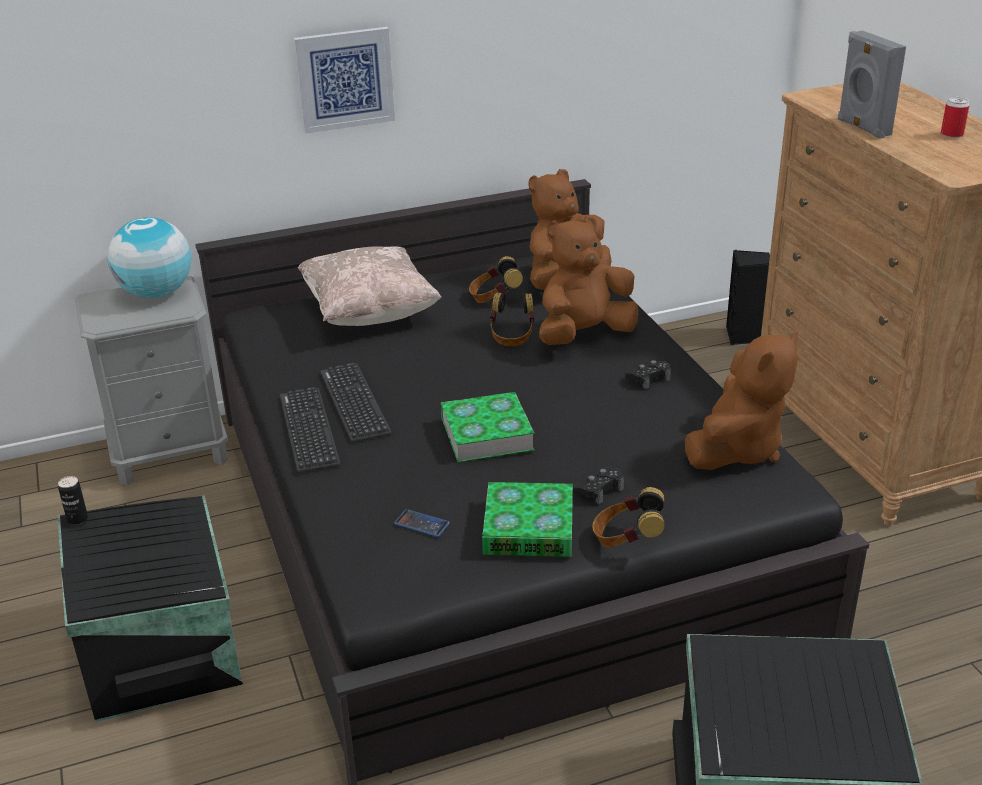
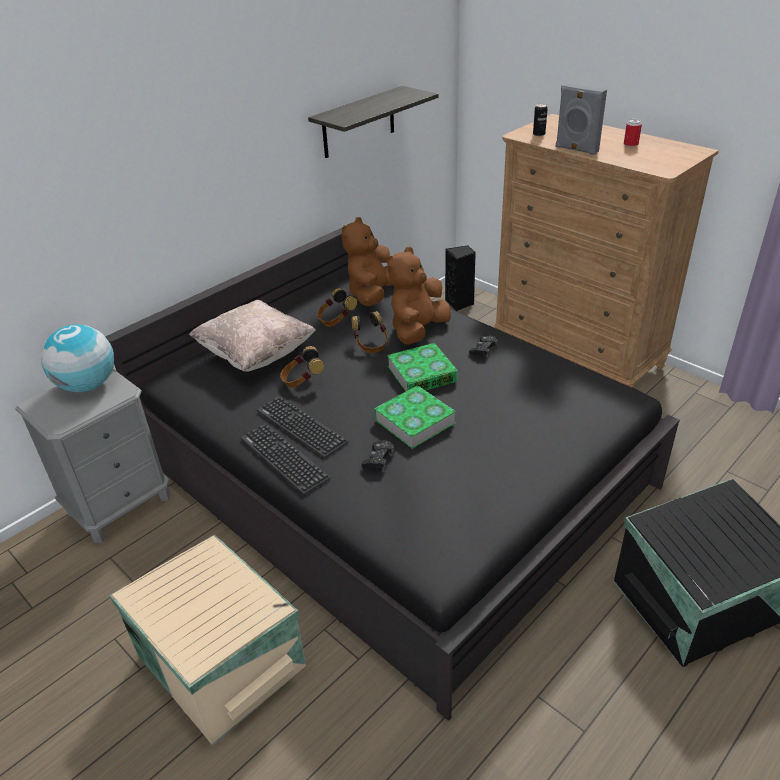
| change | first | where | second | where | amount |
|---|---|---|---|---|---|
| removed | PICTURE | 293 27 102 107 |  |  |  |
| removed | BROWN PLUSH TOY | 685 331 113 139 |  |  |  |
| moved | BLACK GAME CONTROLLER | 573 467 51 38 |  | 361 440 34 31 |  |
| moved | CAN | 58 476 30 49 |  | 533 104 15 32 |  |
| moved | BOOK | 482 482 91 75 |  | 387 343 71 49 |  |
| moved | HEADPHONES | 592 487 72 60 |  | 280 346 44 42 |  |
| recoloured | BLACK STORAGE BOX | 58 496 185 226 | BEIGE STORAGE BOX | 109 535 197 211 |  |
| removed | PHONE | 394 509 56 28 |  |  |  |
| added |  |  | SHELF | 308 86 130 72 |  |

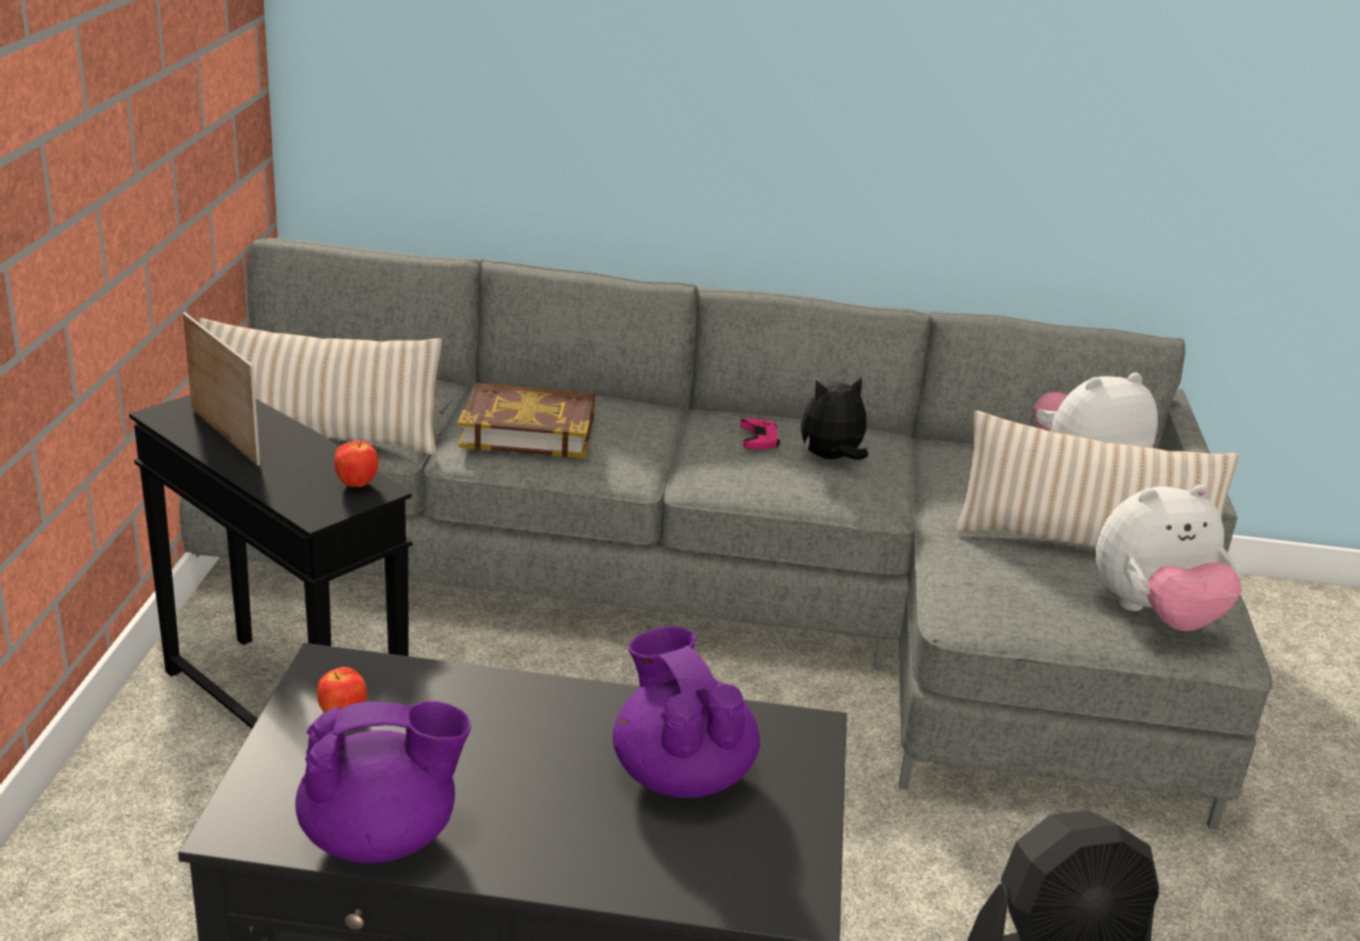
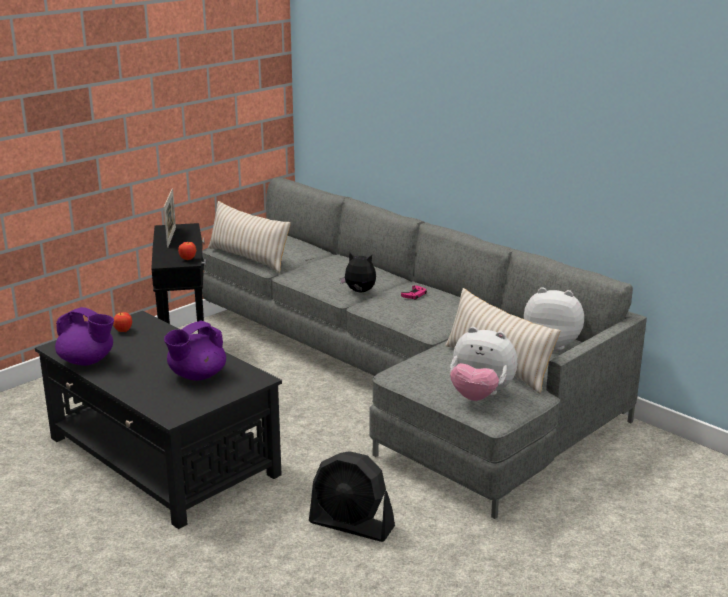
| change | first | where | second | where | amount |
|---|---|---|---|---|---|
| moved | PLUSH TOY | 801 376 67 84 |  | 340 252 36 40 |  |
| removed | BOOK | 458 383 137 75 |  |  |  |
| turned | PURPLE TEAPOT | 613 626 147 172 |  | 164 320 62 61 | 150 degrees counterclockwise |

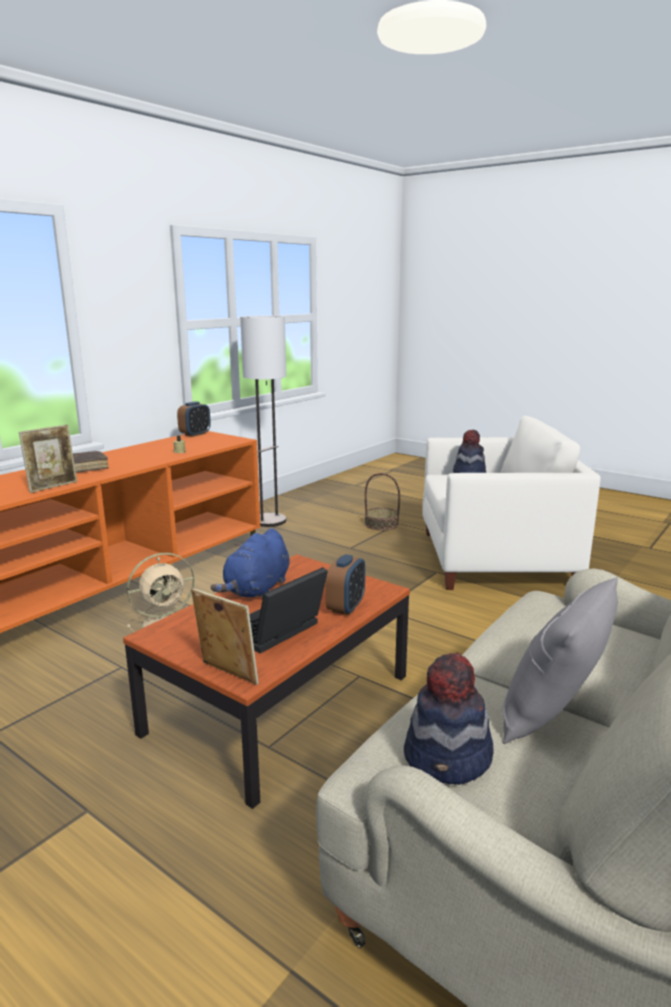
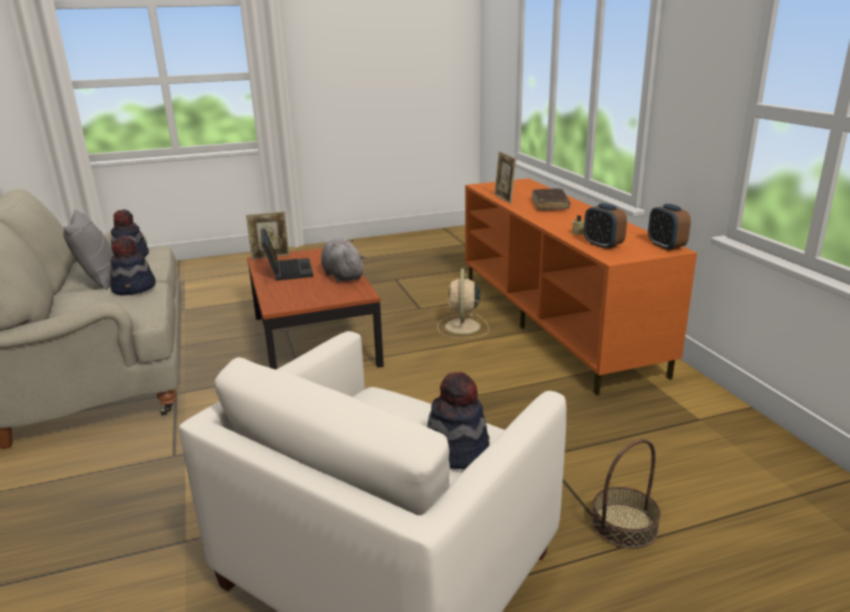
| change | first | where | second | where | amount |
|---|---|---|---|---|---|
| removed | FLOOR LAMP | 240 316 46 211 |  |  |  |
| recoloured | BLUE PLUSH TOY | 211 528 79 70 | GREY PLUSH TOY | 321 238 45 44 |  |
| moved | ALARM CLOCK | 325 554 40 61 |  | 584 203 43 46 |  |
| added |  |  | HAT | 110 236 46 59 |  |

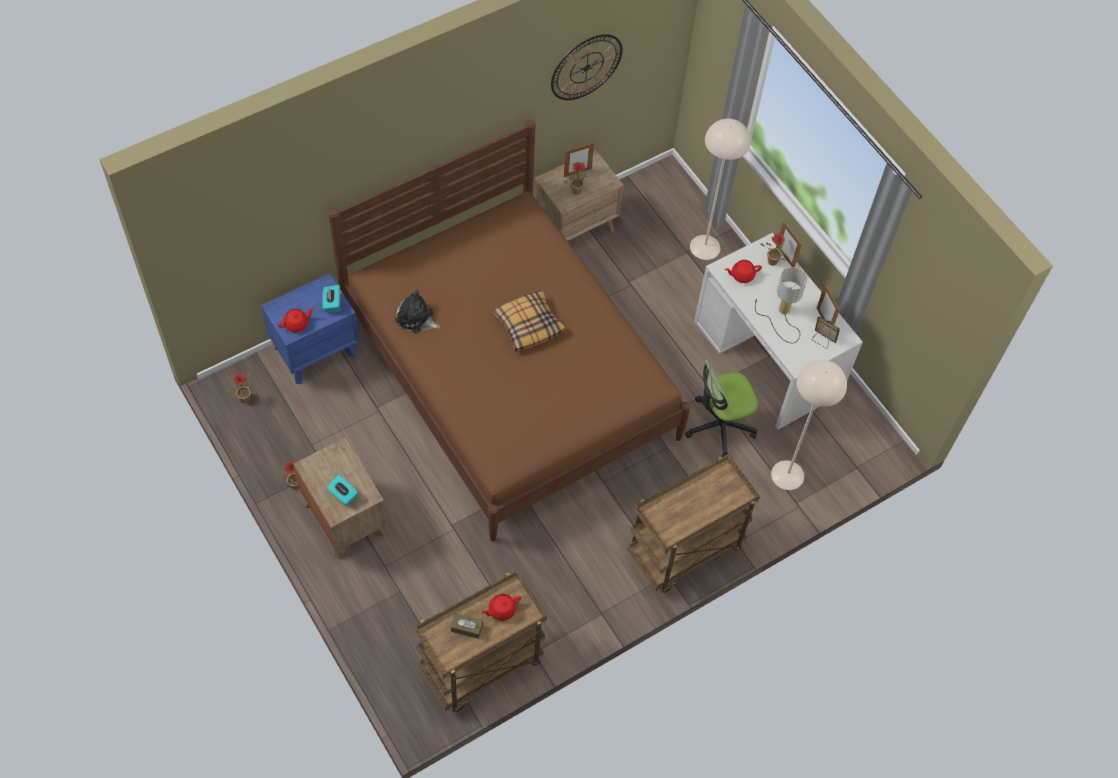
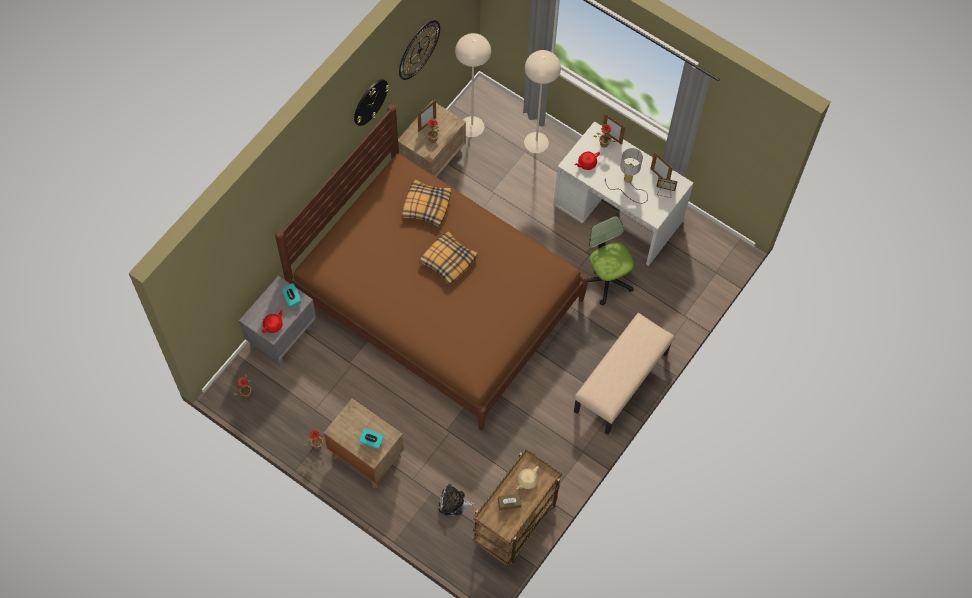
| change | first | where | second | where | amount |
|---|---|---|---|---|---|
| recoloured | BLUE NIGHTSTAND | 261 273 98 111 | GREY NIGHTSTAND | 239 276 77 92 |  |
| moved | PLUSH TOY | 395 289 45 44 |  | 439 484 36 32 |  |
| turned | OFFICE CHAIR | 685 359 73 98 |  | 588 216 46 89 | 105 degrees clockwise |
| moved | BEIGE FLOOR LAMP | 771 360 76 130 |  | 455 33 36 104 |  |
| replaced | BROWN CART | 627 455 133 138 | BEIGE BENCH | 574 313 101 122 |  |
| recoloured | RED TEAPOT | 481 594 40 27 | BEIGE TEAPOT | 517 466 22 23 |  |
| added |  |  | WALL CLOCK | 354 79 35 47 |  |
| added |  |  | PILLOW | 402 179 49 48 |  |

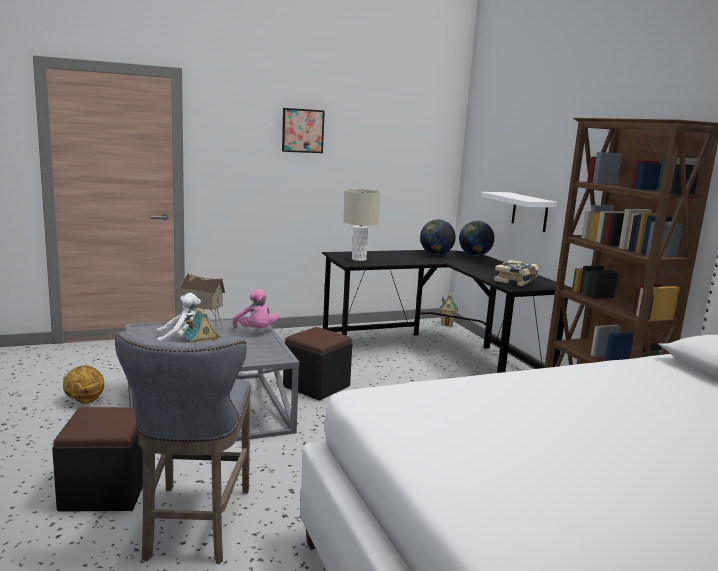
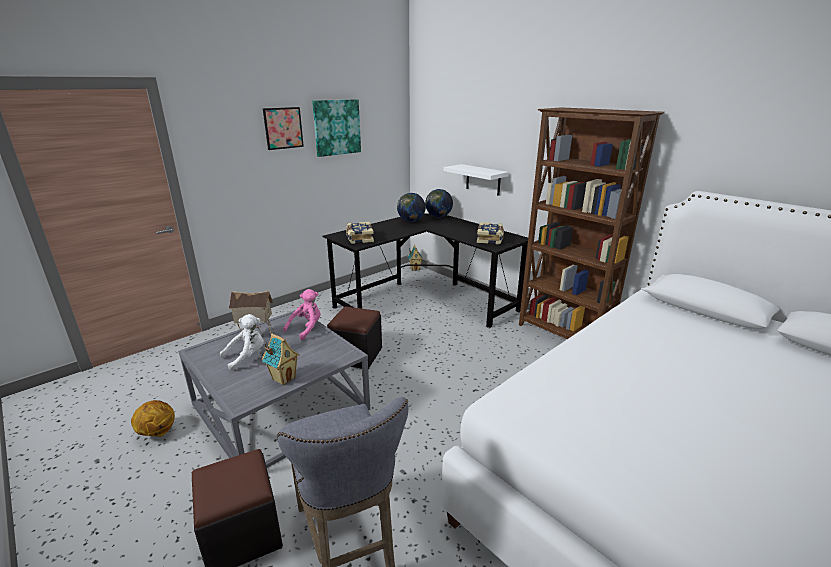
| change | first | where | second | where | amount |
|---|---|---|---|---|---|
| replaced | BEIGE TABLE LAMP | 343 189 38 72 | BOOK | 346 222 28 22 |  |
| turned | PINK PLUSH TOY | 233 289 46 40 |  | 283 289 38 51 | 90 degrees counterclockwise |
| added |  |  | PICTURE | 312 99 49 58 |  |

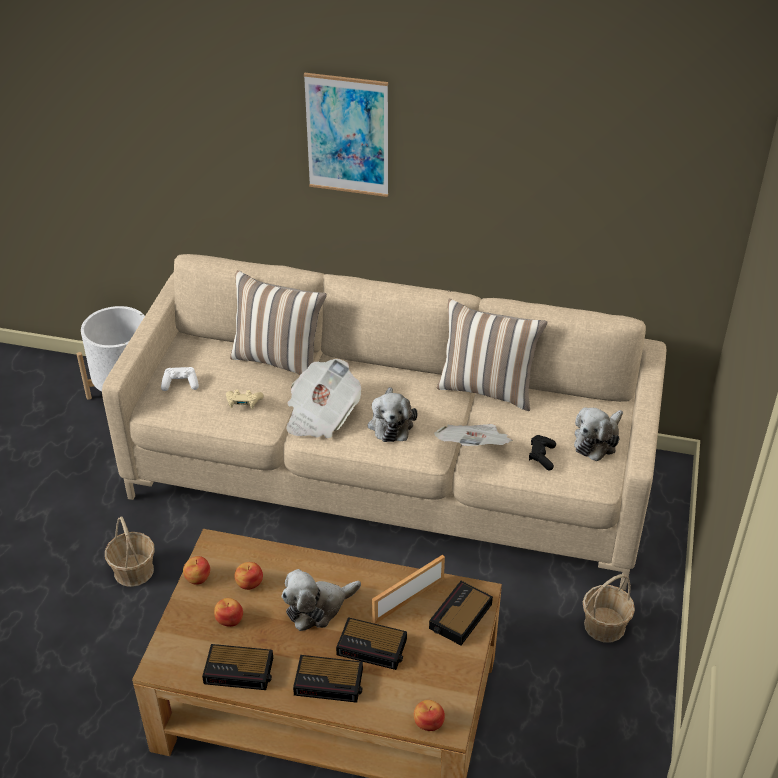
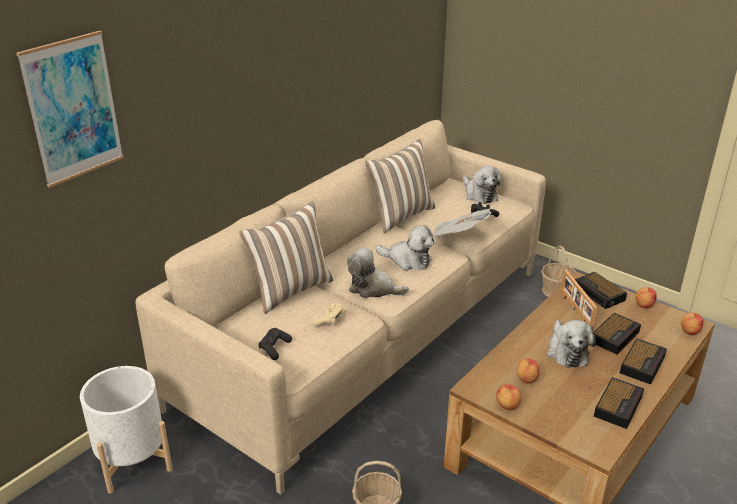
| change | first | where | second | where | amount |
|---|---|---|---|---|---|
| moved | PICTURE | 304 73 84 124 |  | 16 31 108 157 |  |
| replaced | NEWSPAPER | 286 359 75 79 | PLUSH TOY | 347 248 62 50 |  |
| recoloured | WHITE GAME CONTROLLER | 161 367 38 24 | BLACK GAME CONTROLLER | 258 328 34 32 |  |
| moved | APPLE | 214 598 29 29 |  | 635 287 22 21 |  |

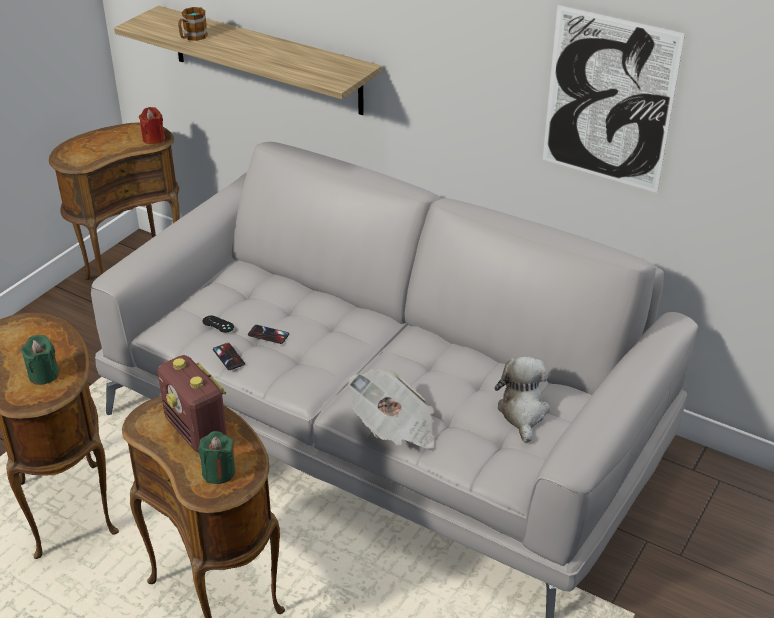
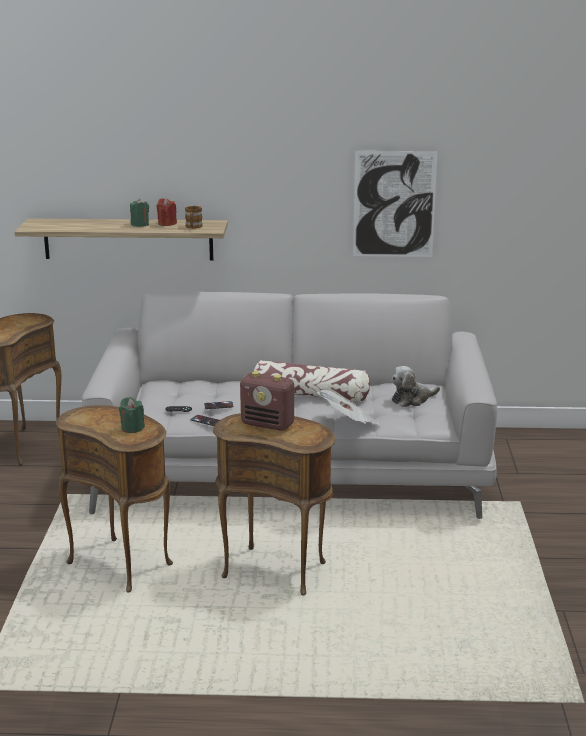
| change | first | where | second | where | amount |
|---|---|---|---|---|---|
| moved | MUG | 178 7 30 34 |  | 185 206 18 23 |  |
| moved | RED CANDLE | 139 107 26 37 |  | 157 198 20 28 |  |
| turned | PLUSH TOY | 495 356 55 87 |  | 391 366 49 41 | 90 degrees counterclockwise |
| moved | GREEN CANDLE | 198 431 37 53 |  | 130 199 19 28 |  |
| added |  |  | PILLOW | 254 360 116 42 |  |

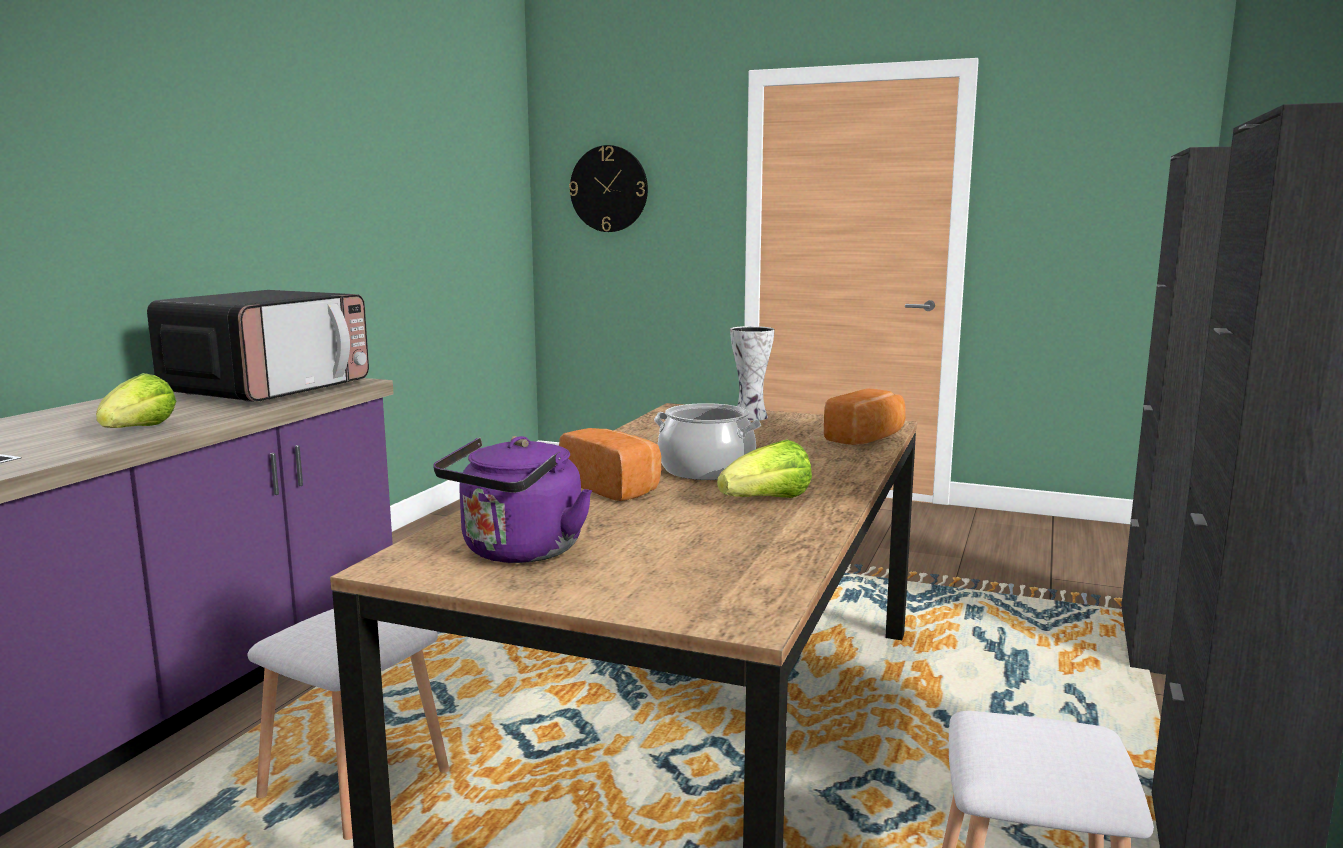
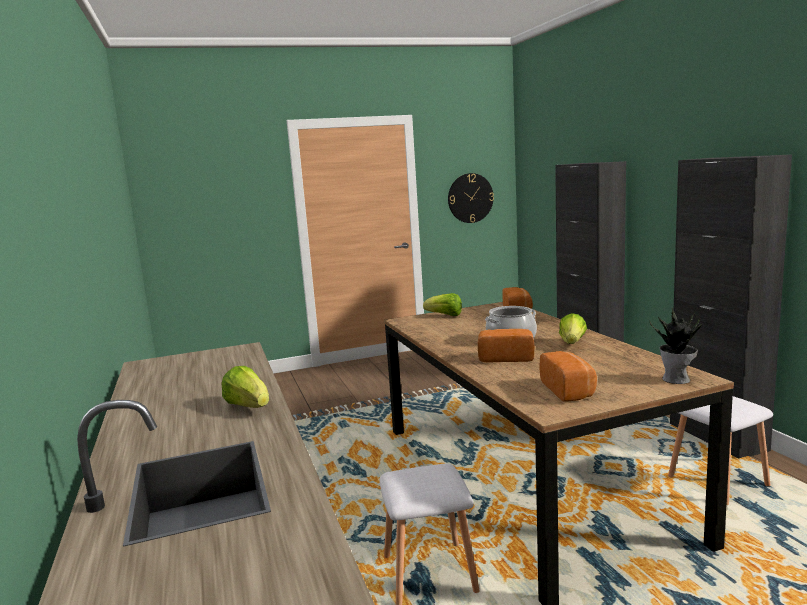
| change | first | where | second | where | amount |
|---|---|---|---|---|---|
| moved | WALL CLOCK | 569 145 79 87 |  | 448 173 46 50 |  |
| removed | MICROWAVE | 147 290 222 112 |  |  |  |
| replaced | VASE | 730 326 44 95 | LETTUCE | 423 293 39 23 |  |
| replaced | PURPLE KETTLE | 433 436 159 127 | BREAD | 539 351 58 51 |  |
| added |  |  | POTTED PLANT | 650 306 52 78 |  |

